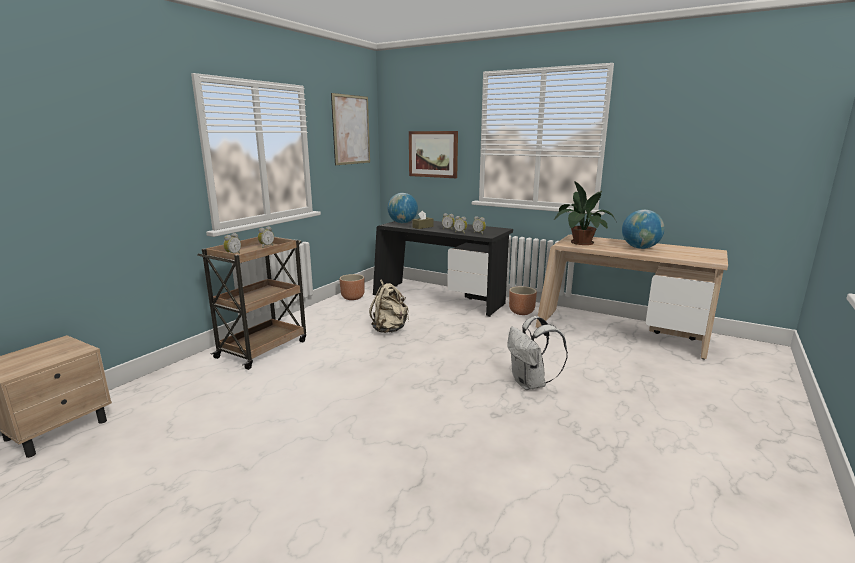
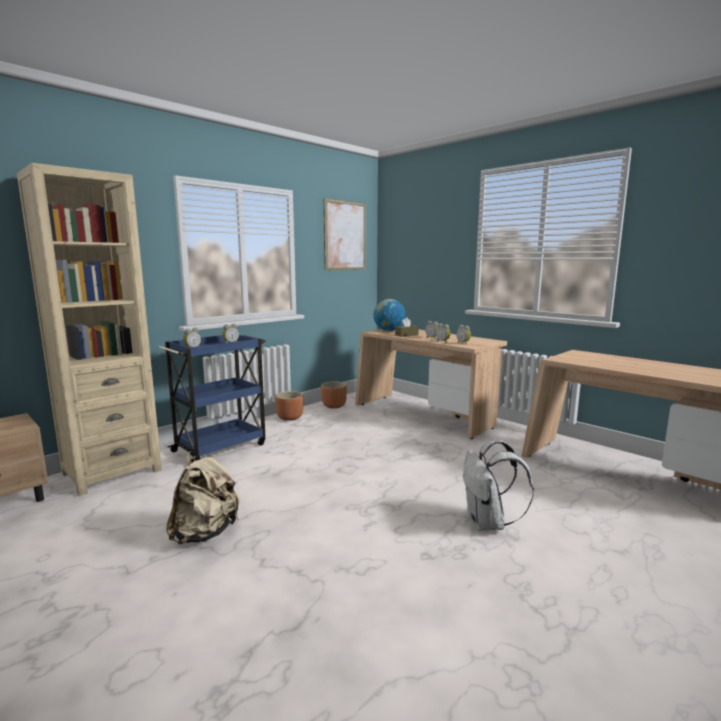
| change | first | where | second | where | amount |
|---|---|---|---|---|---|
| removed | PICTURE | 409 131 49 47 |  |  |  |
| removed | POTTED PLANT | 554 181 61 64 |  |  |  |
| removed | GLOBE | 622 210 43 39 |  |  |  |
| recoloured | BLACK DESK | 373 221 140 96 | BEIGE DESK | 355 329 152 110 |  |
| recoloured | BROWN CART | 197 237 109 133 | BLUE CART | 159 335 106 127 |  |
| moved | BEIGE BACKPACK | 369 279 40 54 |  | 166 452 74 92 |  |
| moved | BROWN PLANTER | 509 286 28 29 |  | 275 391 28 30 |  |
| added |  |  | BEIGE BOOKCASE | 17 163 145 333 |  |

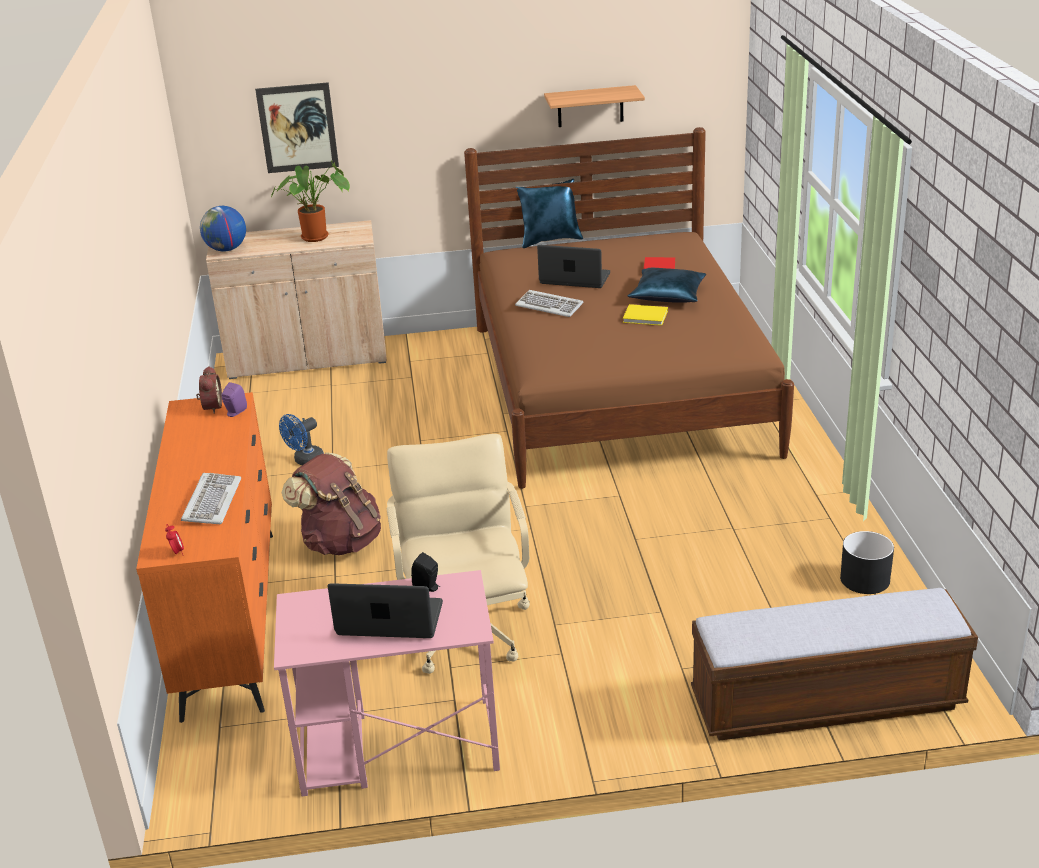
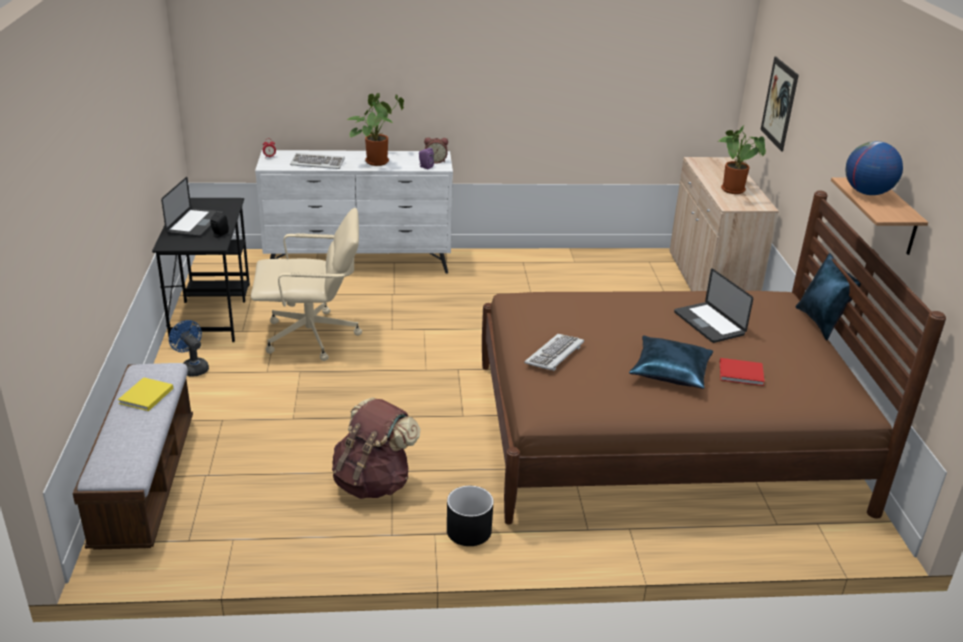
| change | first | where | second | where | amount |
|---|---|---|---|---|---|
| moved | GLOBE | 200 206 46 46 |  | 846 141 57 54 |  |
| turned | LAPTOP | 537 245 73 43 |  | 674 268 79 75 | 135 degrees clockwise |
| moved | KEYBOARD | 515 290 69 27 |  | 524 334 60 37 |  |
| moved | YELLOW BOOK | 623 304 45 22 |  | 118 377 55 34 |  |
| recoloured | ORANGE DRESSER | 136 392 137 331 | WHITE DRESSER | 255 150 198 124 |  |
| moved | BLUE FAN | 279 414 45 51 |  | 169 320 40 57 |  |
| moved | BROWN BACKPACK | 282 453 99 102 |  | 332 398 89 101 |  |
| moved | BLACK PLANTER | 840 531 54 63 |  | 447 486 46 60 |  |
| recoloured | PINK DESK | 274 570 226 226 | BLACK DESK | 152 198 98 145 |  |
| added |  |  | POTTED PLANT | 347 93 57 73 |  |

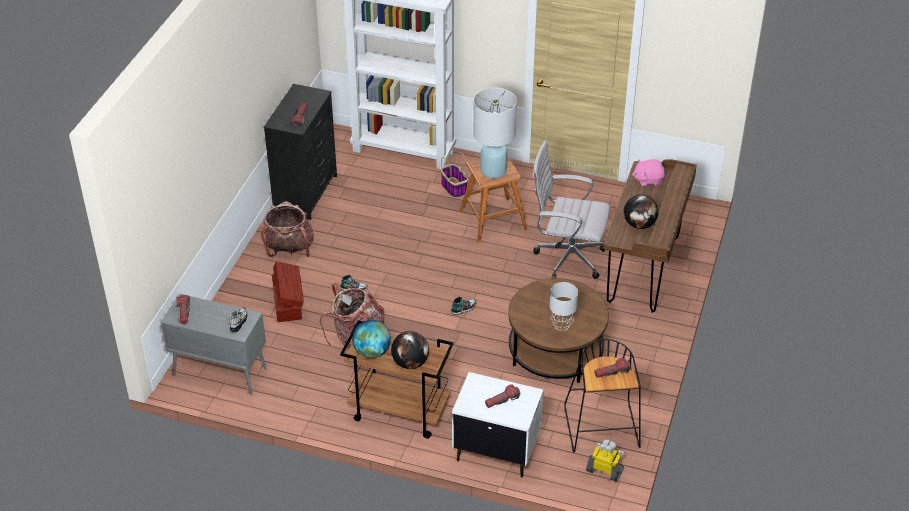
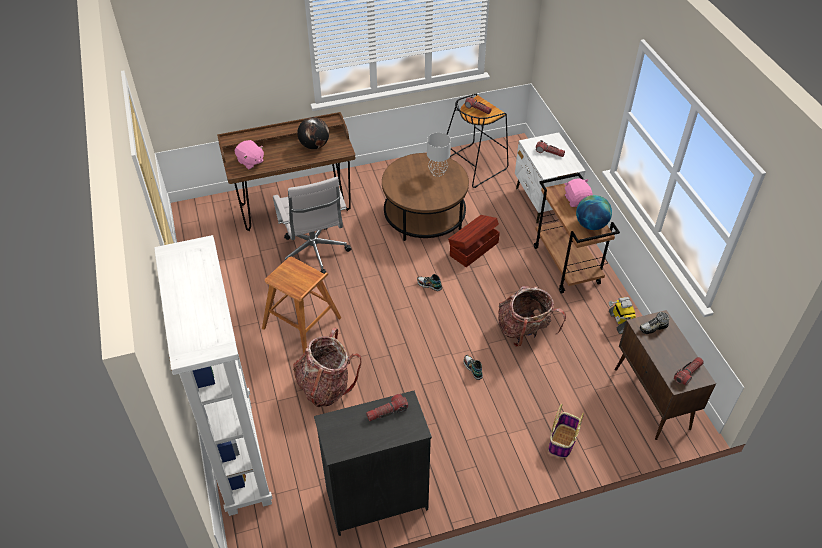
| change | first | where | second | where | amount |
|---|---|---|---|---|---|
| removed | WHITE TABLE LAMP | 473 88 44 91 |  |  |  |
| moved | BASKET | 441 152 27 46 |  | 548 404 36 54 |  |
| moved | BACKPACK | 261 201 53 56 |  | 293 327 68 80 |  |
| moved | BROWN STORAGE BOX | 272 262 32 60 |  | 448 215 52 52 |  |
| recoloured | GREY CABINET | 161 294 106 101 | BROWN CABINET | 615 310 101 130 |  |
| replaced | GLOBE | 391 331 38 38 | PINK PLUSH TOY | 565 179 28 28 |  |
| moved | TOY ROBOT | 586 440 39 42 |  | 609 297 27 37 |  |

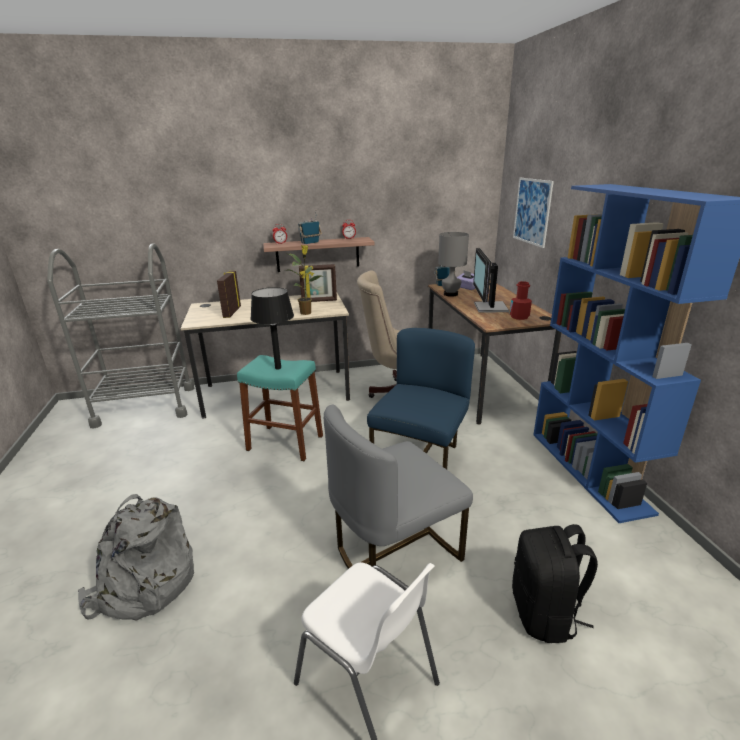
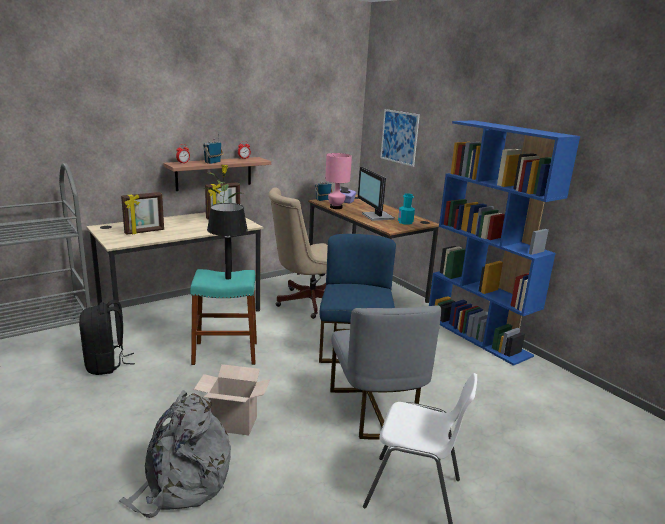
| change | first | where | second | where | amount |
|---|---|---|---|---|---|
| recoloured | GREY TABLE LAMP | 438 232 31 65 | PINK TABLE LAMP | 325 153 27 56 |  |
| turned | PICTURE FRAME | 217 271 24 47 |  | 121 192 43 43 | 105 degrees counterclockwise |
| recoloured | RED BOTTLE | 510 281 22 39 | TURQUOISE BOTTLE | 398 193 17 32 |  |
| turned | GREY CHAIR | 324 405 149 164 |  | 330 305 112 135 | 45 degrees counterclockwise |
| moved | BLACK BACKPACK | 512 524 86 119 |  | 79 300 56 75 |  |
| added |  |  | CARDBOARD BOX | 194 364 76 72 |  |

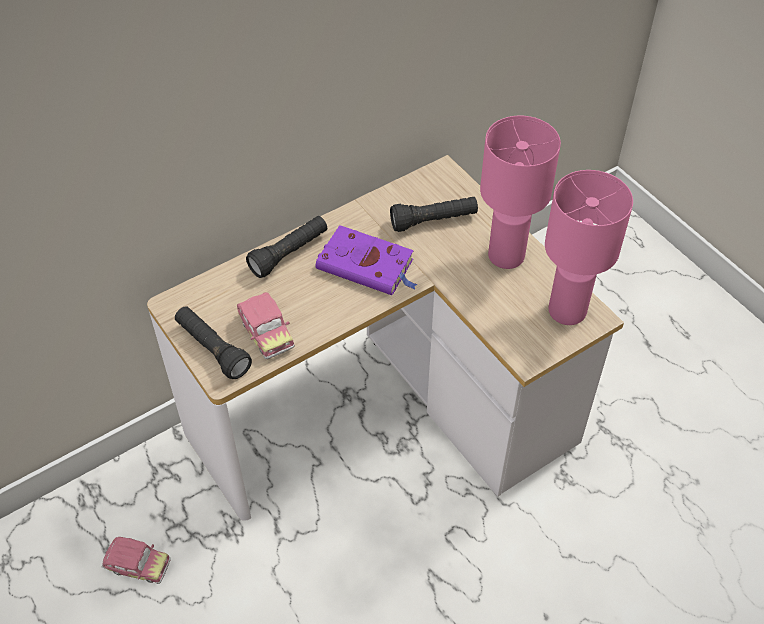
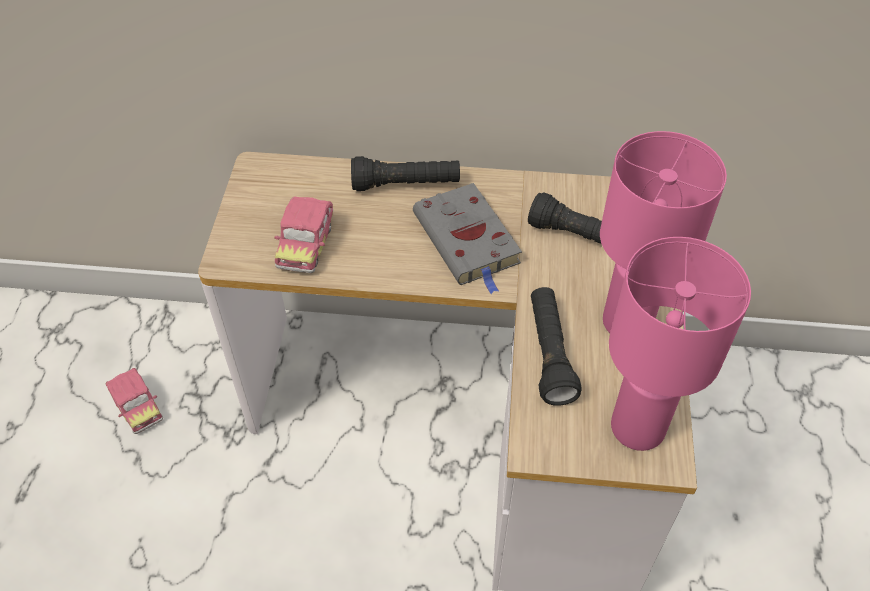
| change | first | where | second | where | amount |
|---|---|---|---|---|---|
| recoloured | PURPLE BOOK | 316 225 102 70 | GREY BOOK | 413 183 109 111 |  |
| moved | BLACK FLASHLIGHT | 175 306 77 73 |  | 531 287 51 119 |  |

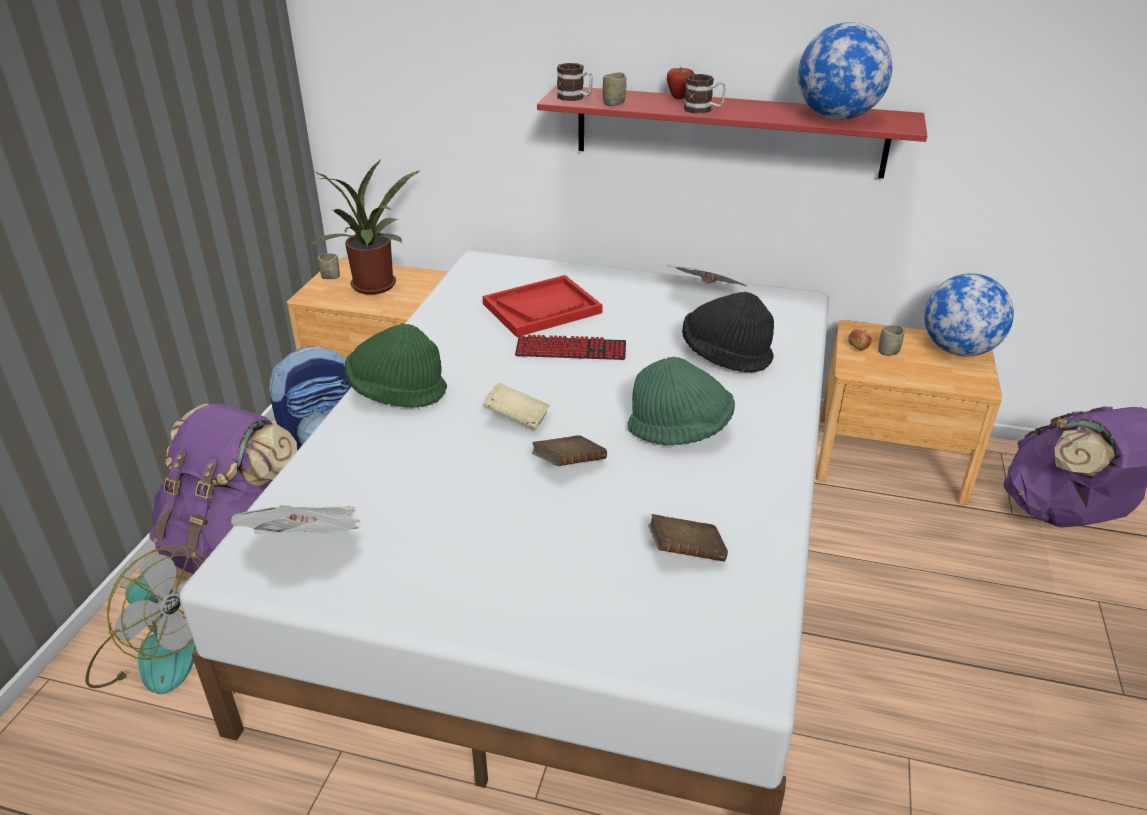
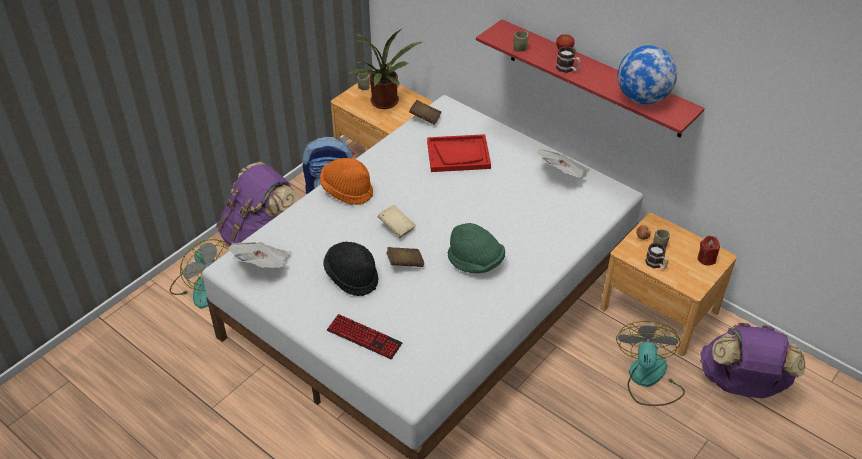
| change | first | where | second | where | amount |
|---|---|---|---|---|---|
| moved | MUG | 557 63 36 38 |  | 645 243 23 26 |  |
| replaced | GLOBE | 924 274 90 82 | RED CANDLE | 698 236 22 30 |  |
| moved | BLACK HAT | 682 292 92 81 |  | 323 242 56 54 |  |
| recoloured | GREEN HAT | 345 323 102 85 | ORANGE HAT | 320 158 53 47 |  |
| moved | KEYBOARD | 515 334 111 26 |  | 327 314 75 45 |  |
| moved | BROWN BOOK | 648 514 80 48 |  | 409 100 33 25 |  |
| added |  |  | FAN | 616 321 69 85 |  |

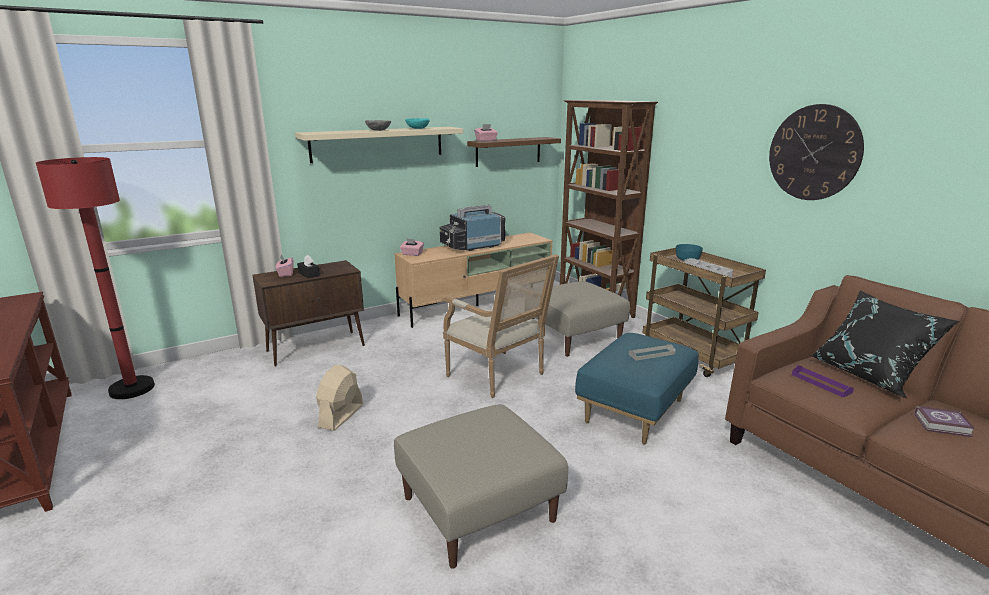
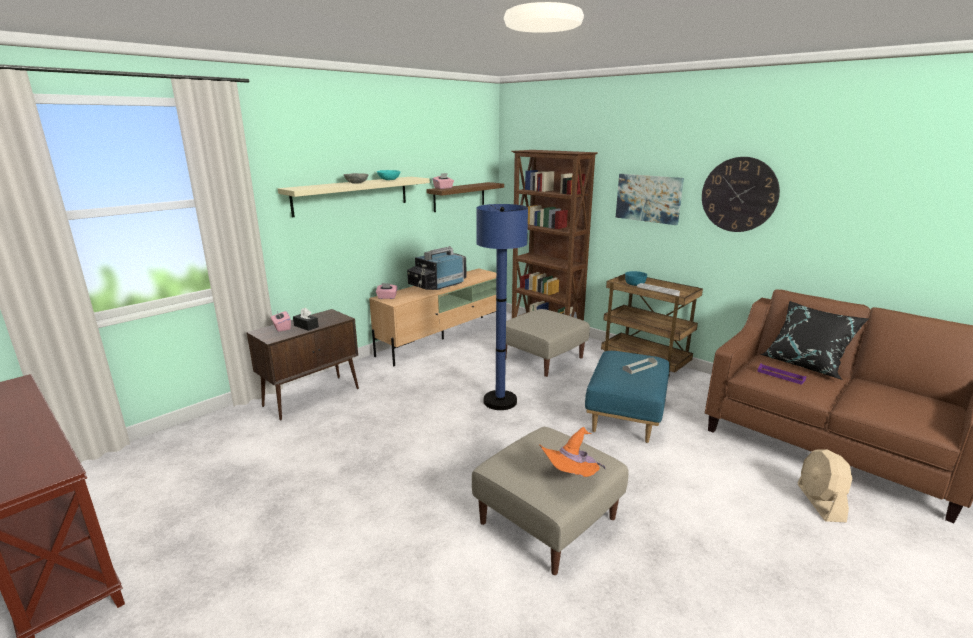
| change | first | where | second | where | amount |
|---|---|---|---|---|---|
| removed | RED FLOOR LAMP | 36 157 119 242 |  |  |  |
| replaced | ARMCHAIR | 443 254 116 144 | BLUE FLOOR LAMP | 476 204 52 206 |  |
| moved | BEIGE FAN | 316 365 47 66 |  | 797 449 55 73 |  |
| removed | BOOK | 914 406 61 31 |  |  |  |
| added |  |  | PICTURE | 616 174 68 51 |  |
| added |  |  | ORANGE HAT | 538 427 68 50 |  |

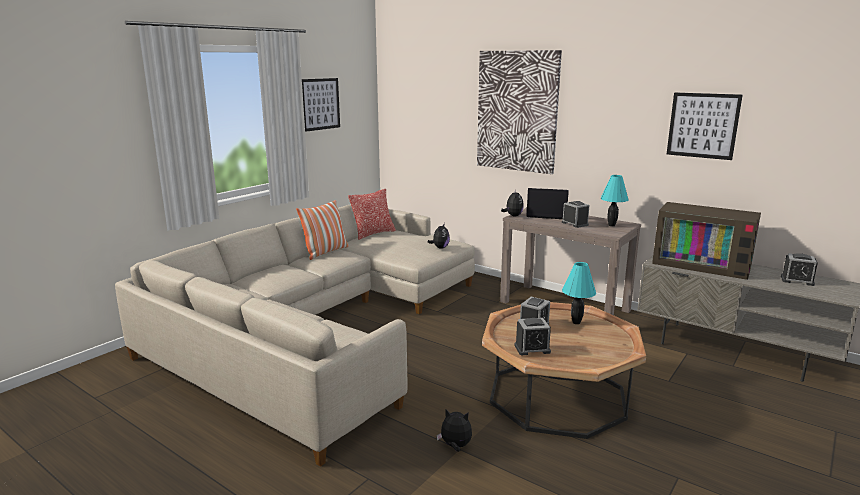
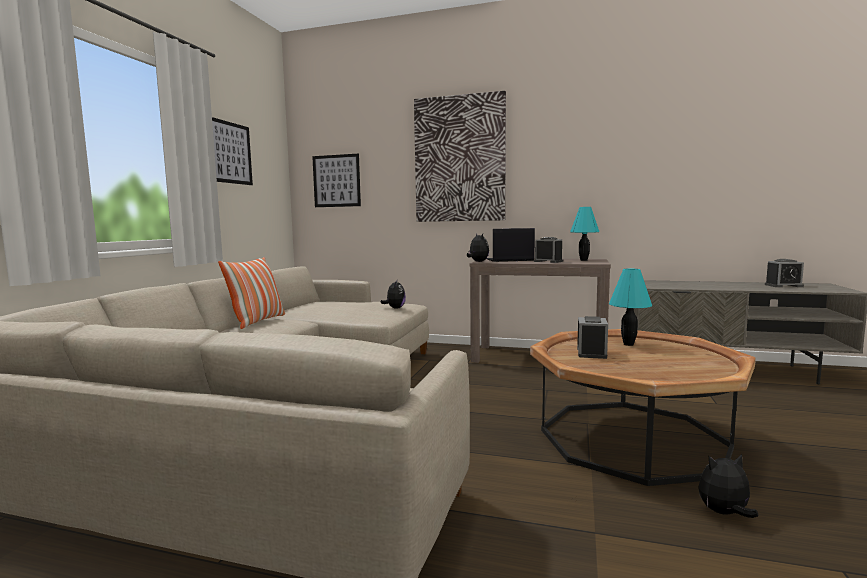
| change | first | where | second | where | amount |
|---|---|---|---|---|---|
| moved | PICTURE | 667 92 76 68 |  | 312 154 49 53 |  |
| removed | PILLOW | 348 189 48 51 |  |  |  |
| removed | TELEVISION | 652 202 109 78 |  |  |  |
| removed | ALARM CLOCK | 514 318 37 37 |  |  |  |
| moved | PLUSH TOY | 436 409 36 43 |  | 698 454 60 64 |  |

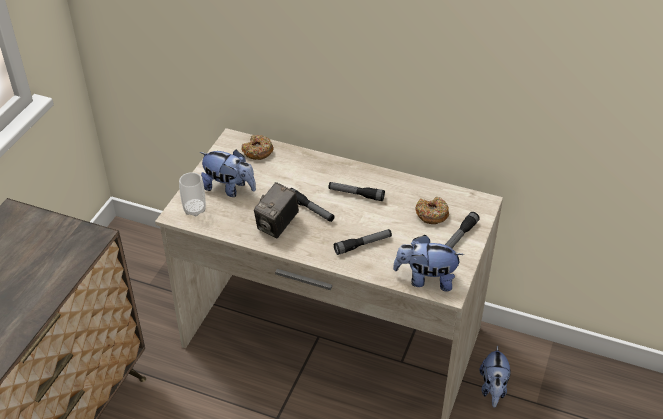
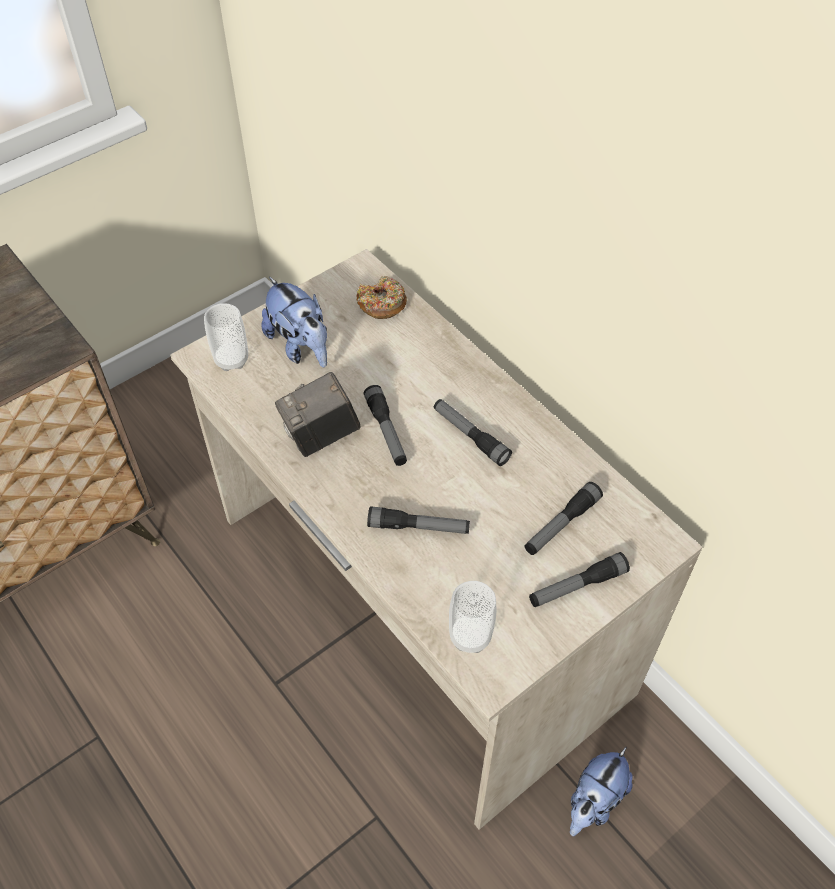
| change | first | where | second | where | amount |
|---|---|---|---|---|---|
| replaced | DONUT | 416 197 33 27 | FLASHLIGHT | 525 482 78 73 |  |
| replaced | PLUSH TOY | 393 235 71 56 | CUP | 449 581 47 72 |  |

